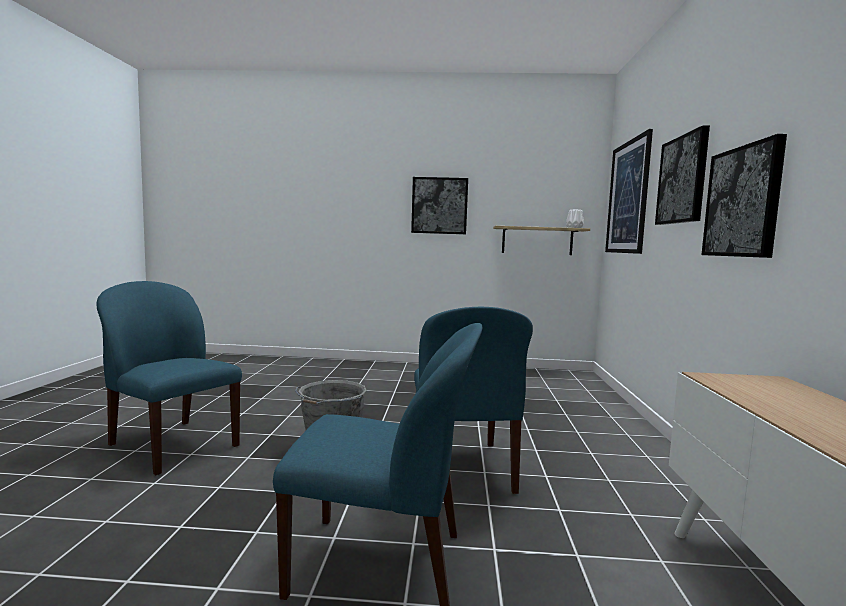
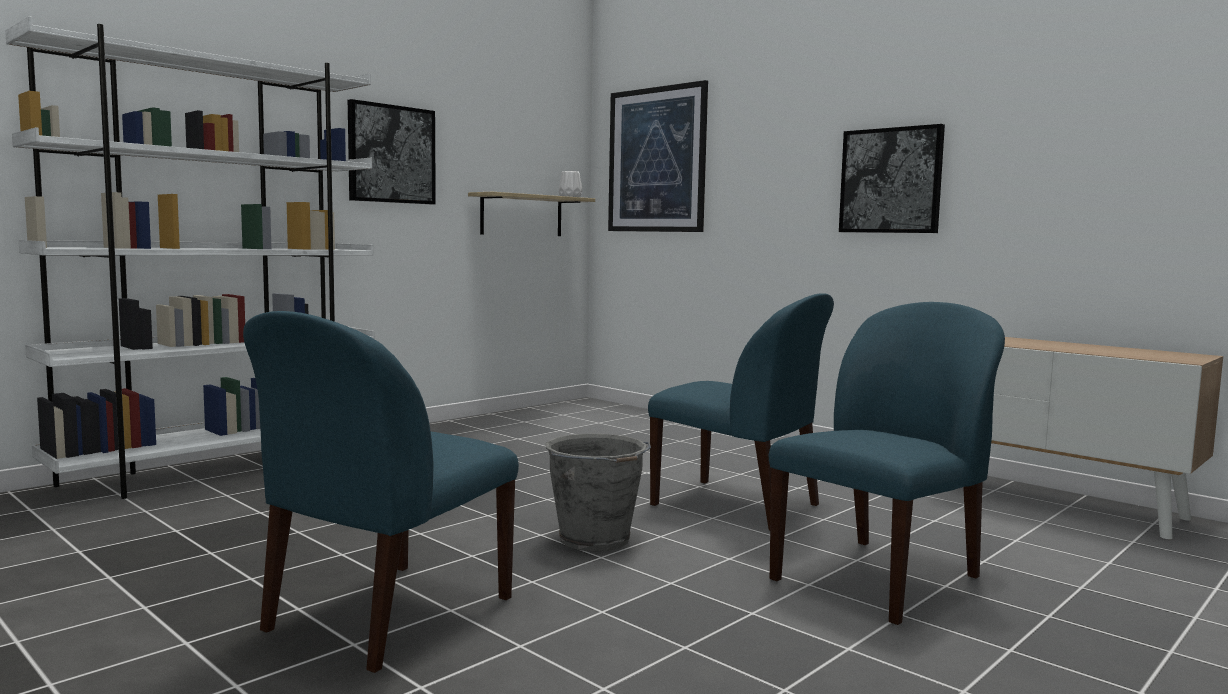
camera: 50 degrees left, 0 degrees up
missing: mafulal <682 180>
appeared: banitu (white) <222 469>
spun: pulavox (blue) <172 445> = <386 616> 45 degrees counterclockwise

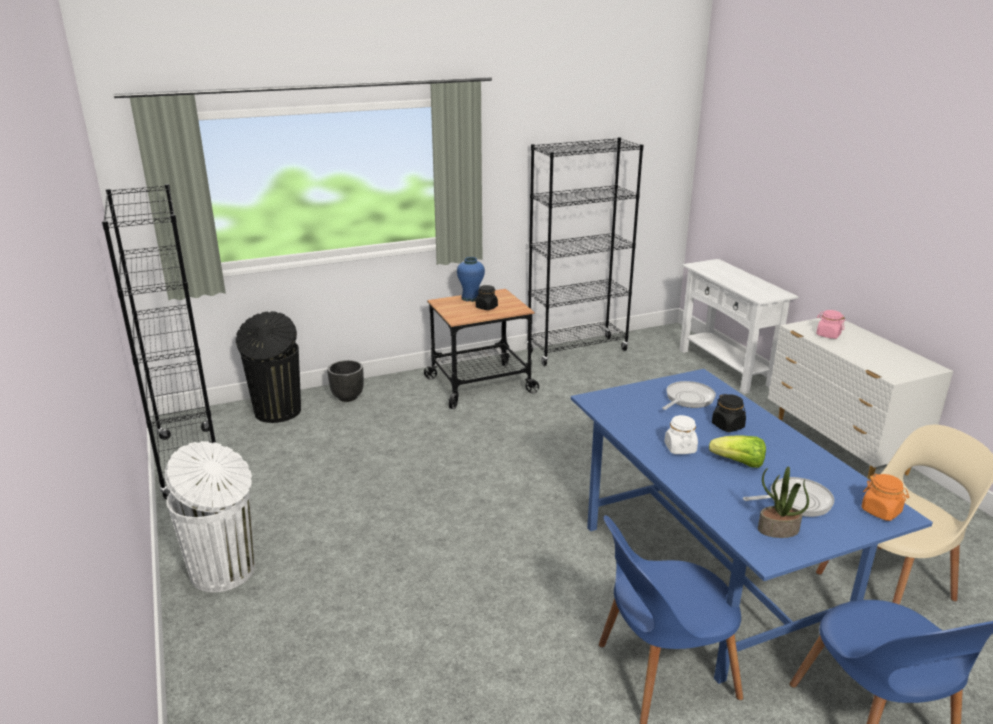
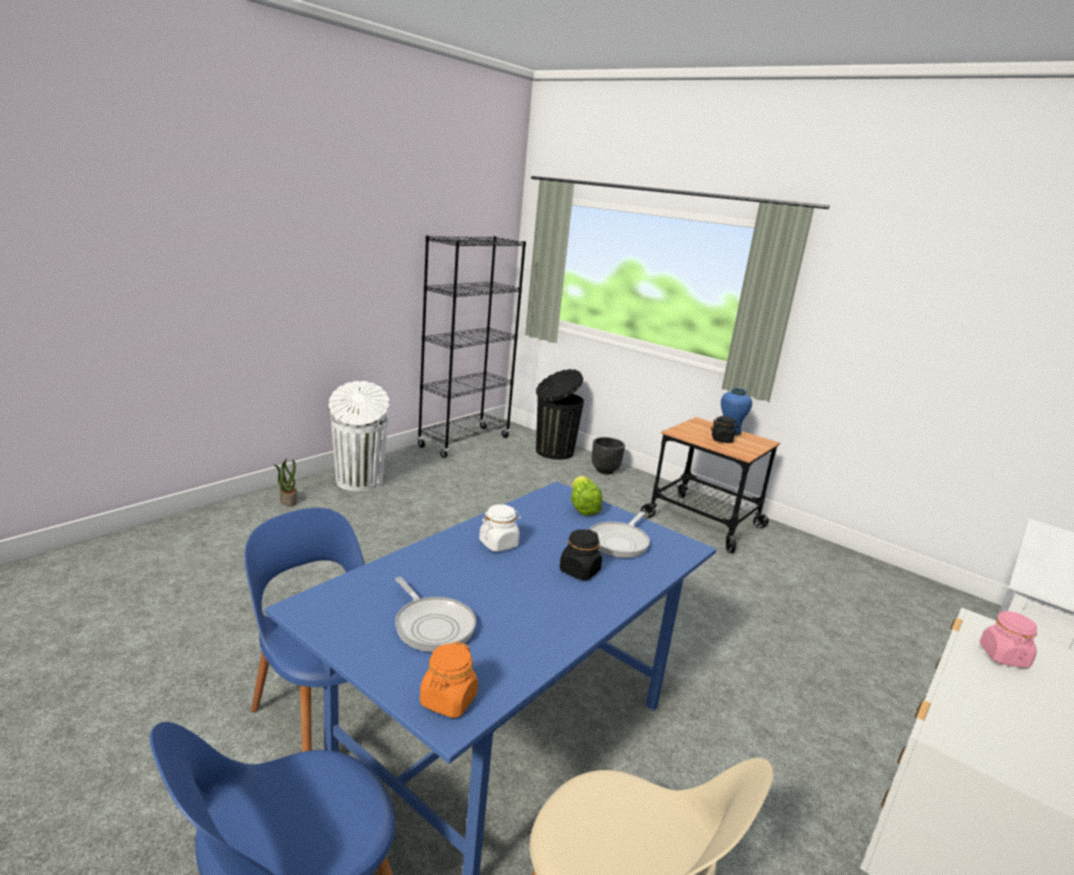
camera: 60 degrees right, 5 degrees down
missing: banitu (black) <577 351>
relocated: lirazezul <739 463> to <582 507>; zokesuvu <778 530> to <288 501>
spun: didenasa <687 399> = <620 542> 105 degrees clockwise

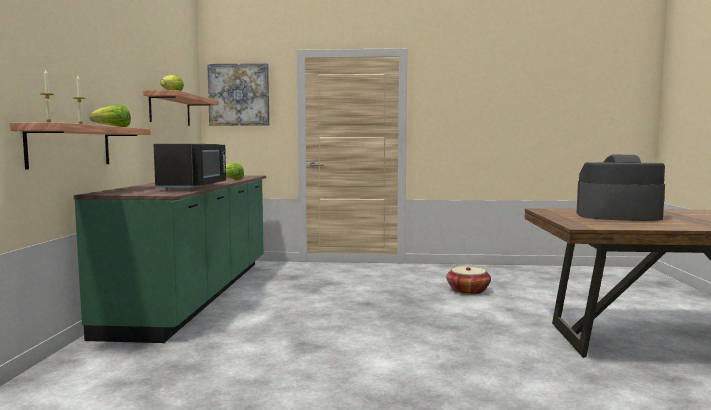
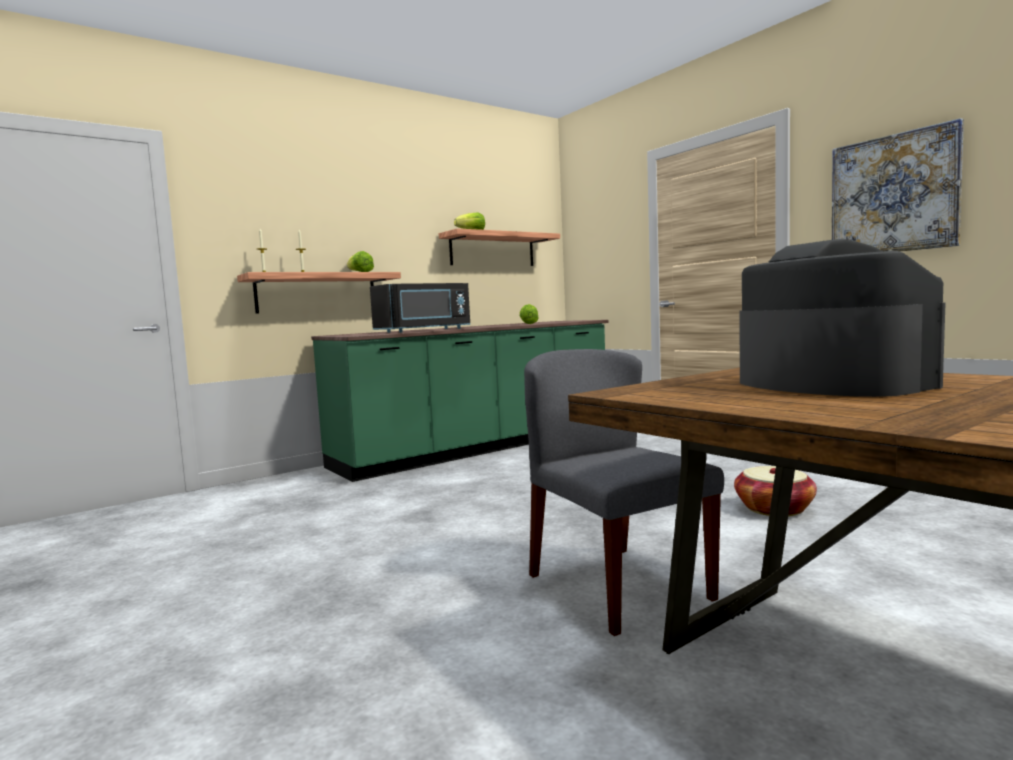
camera: 50 degrees right, 0 degrees up
appeared: pulavox (grey) <617 586>
relocated: mafulal <239 95> to <893 194>

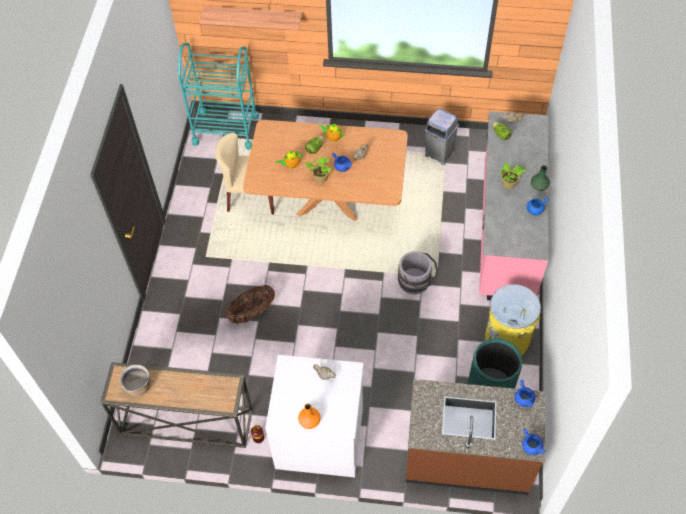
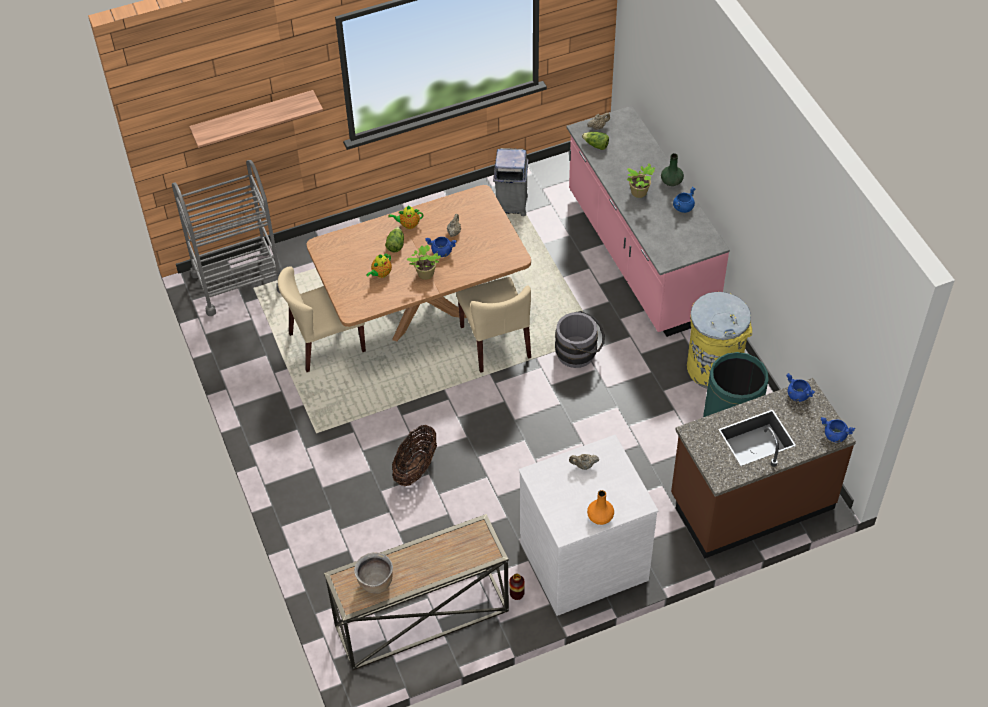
camera: 30 degrees left, 5 degrees down
appeared: pulavox (beige) <495 342>
colour: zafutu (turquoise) <225 130> to zafutu (grey) <238 282>

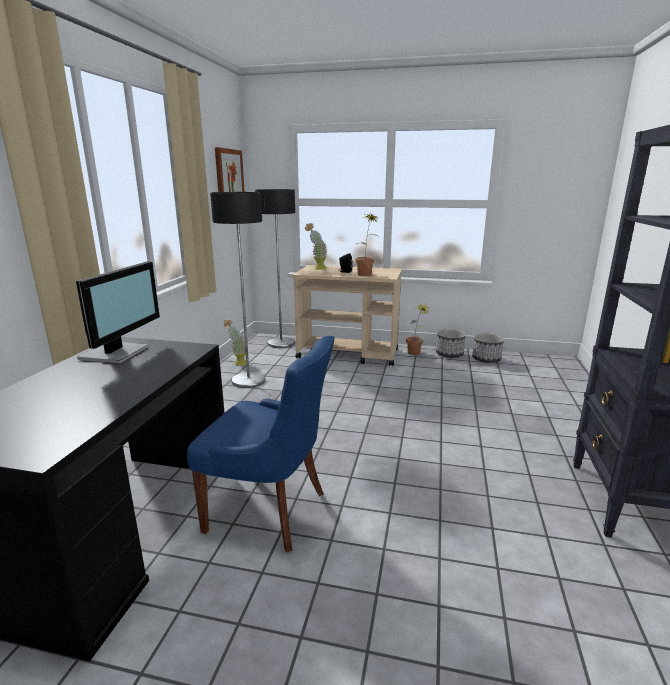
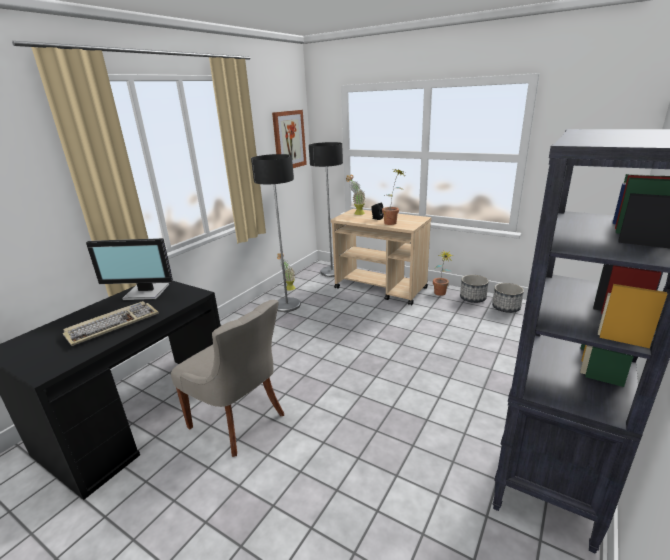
camera: 20 degrees right, 5 degrees up
appeared: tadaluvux <113 324>
colour: pulavox (blue) <270 511> to pulavox (grey) <239 421>
spun: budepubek <117 353> = <146 293> 60 degrees clockwise

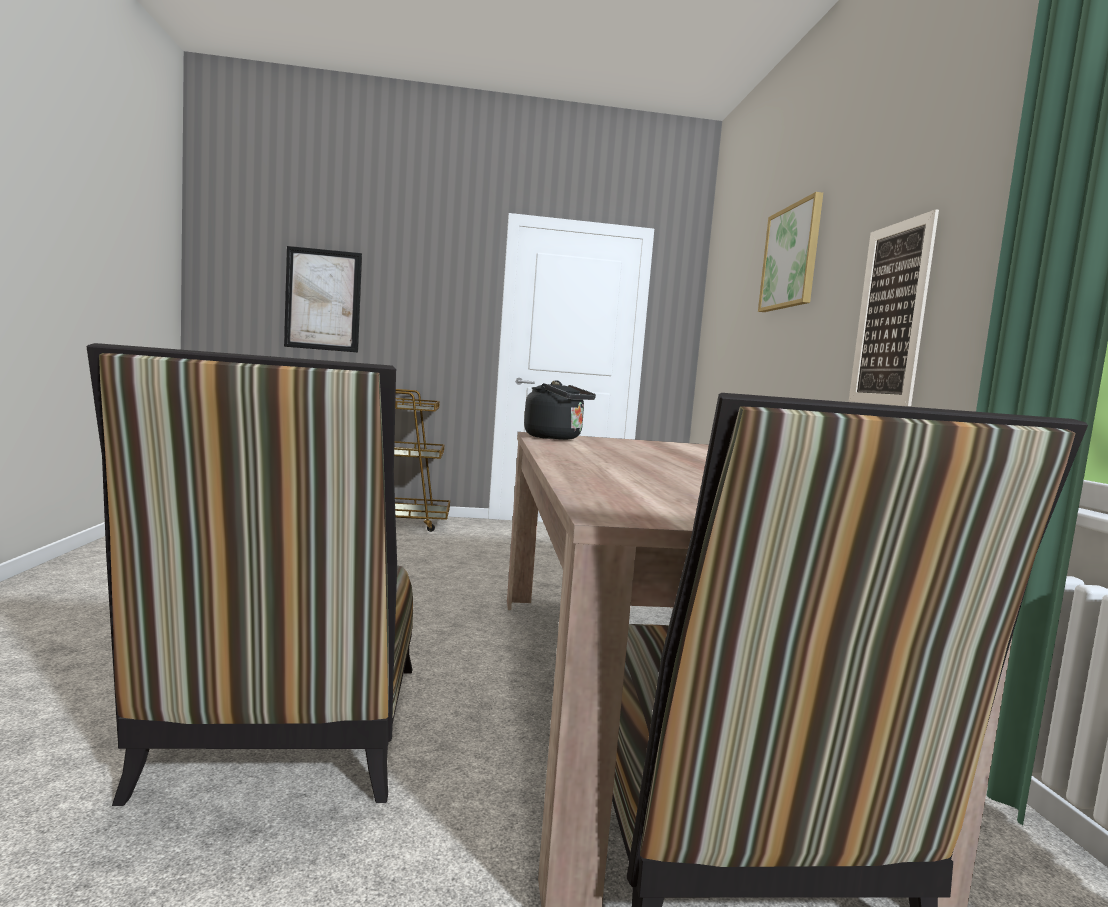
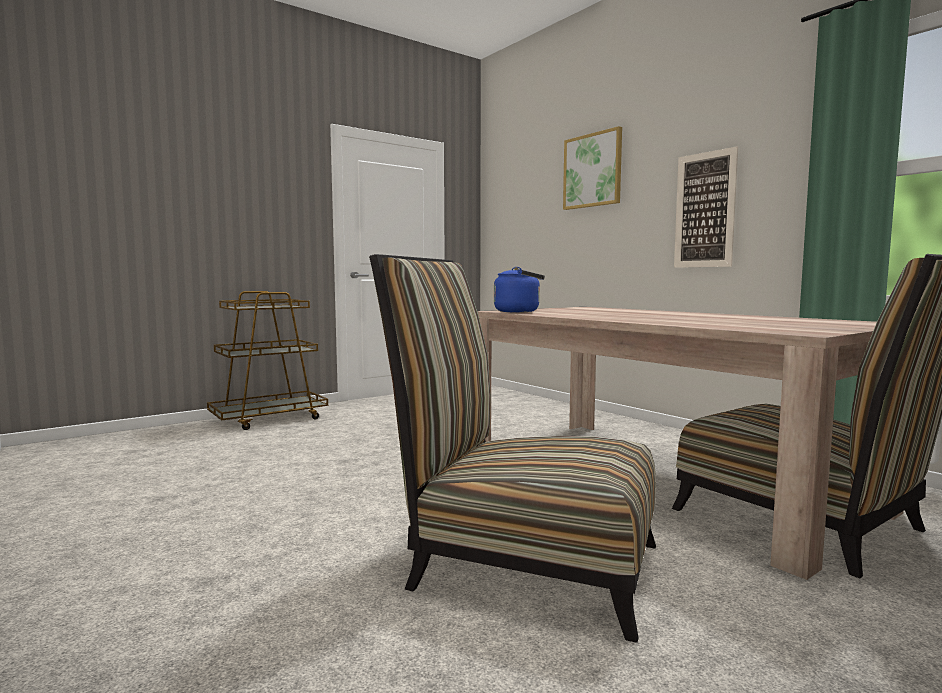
camera: 30 degrees left, 0 degrees up
missing: mafulal <323 300>
colour: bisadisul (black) <556 438> to bisadisul (blue) <519 311>
spun: pulavox <286 736> = <521 562> 150 degrees clockwise

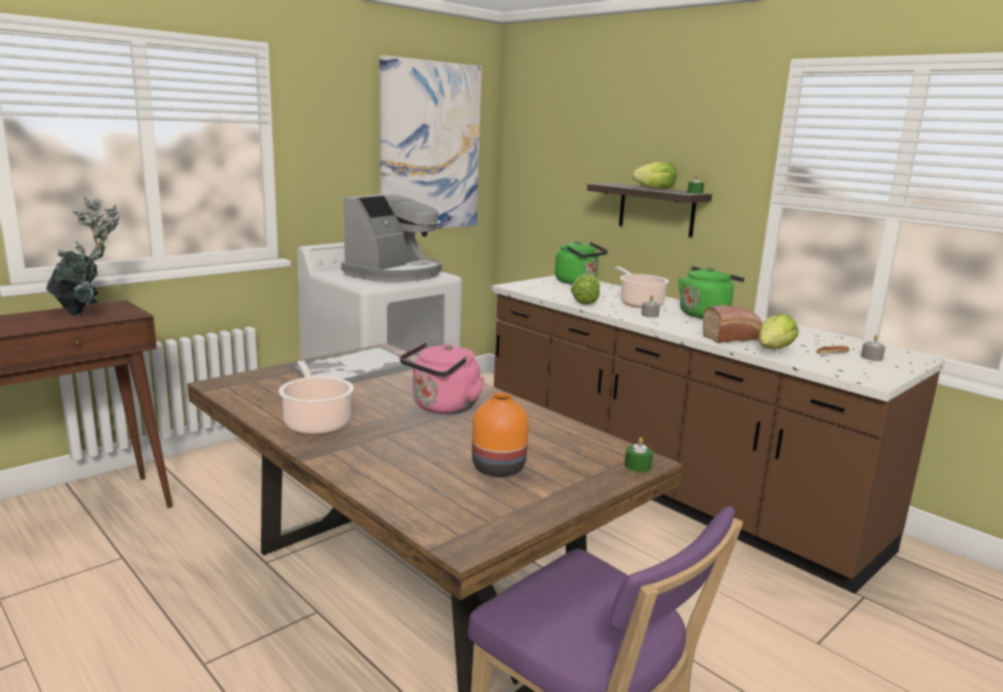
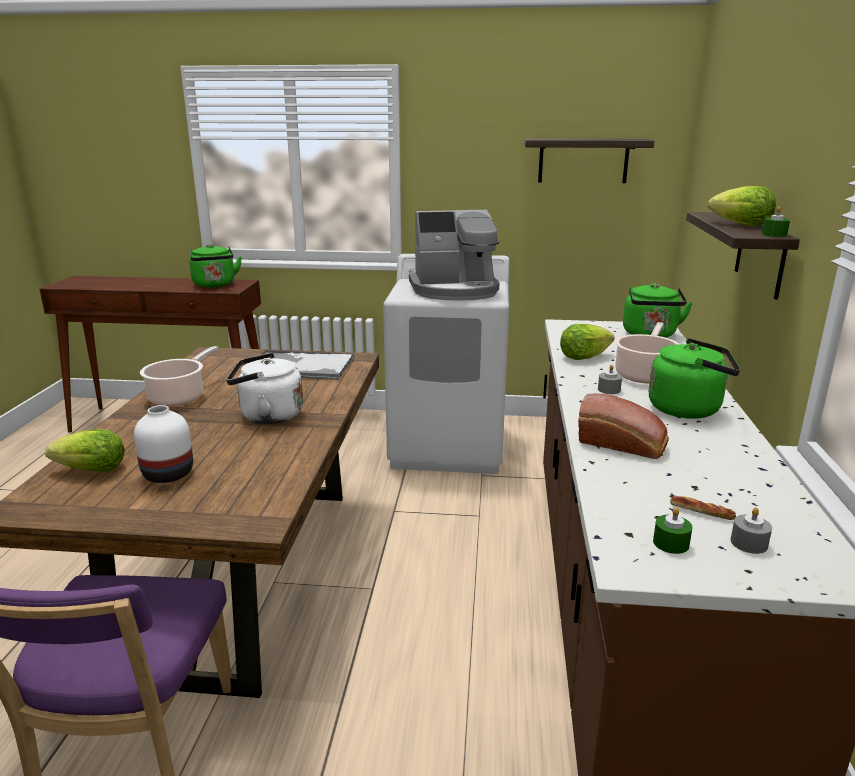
camera: 50 degrees right, 5 degrees up
relocated: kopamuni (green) <637 466> to <670 543>; lirazezul <774 350> to <92 470>
exchanged: zokesuvu <87 313> to bisadisul (green) <215 285>; mafulal <430 147> to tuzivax <583 160>
colour: bisadisul (pink) <442 407> to bisadisul (white) <267 416>; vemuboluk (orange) <497 468> to vemuboluk (white) <167 474>

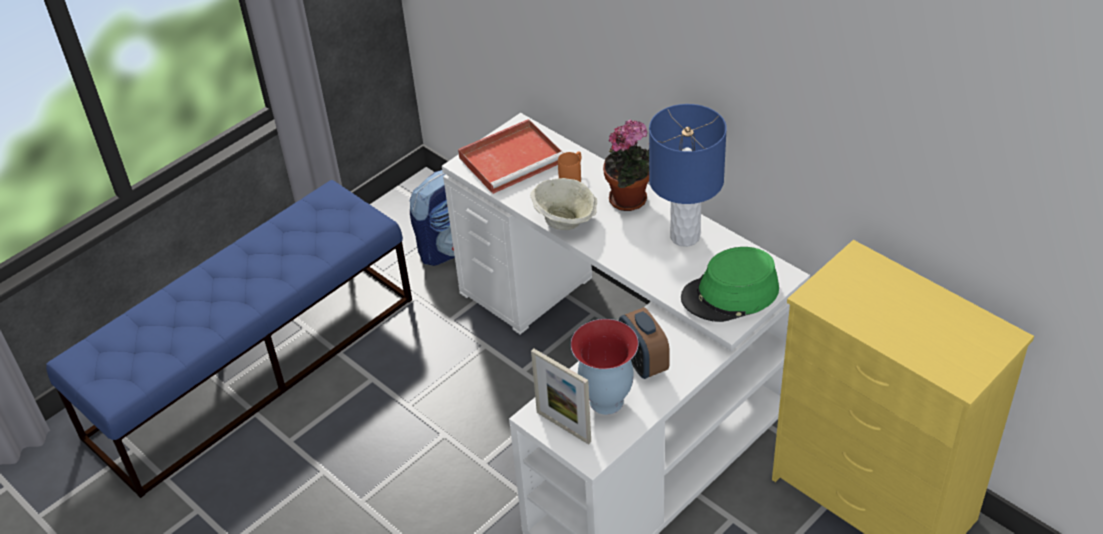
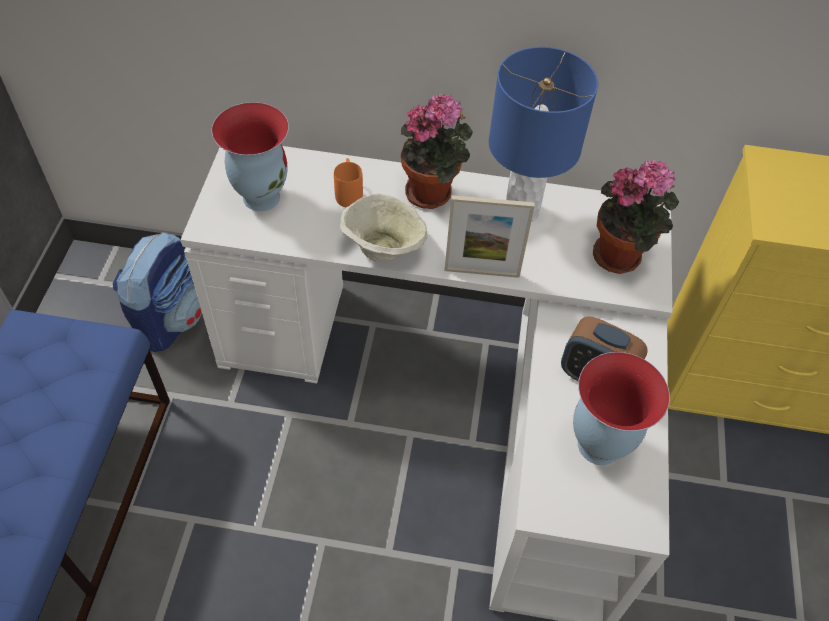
camera: 40 degrees left, 10 degrees up
relocated: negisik <563 427> to <481 272>
exchanged: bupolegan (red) <512 158> to vemuboluk <261 196>; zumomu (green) <730 294> to zokesuvu <621 256>

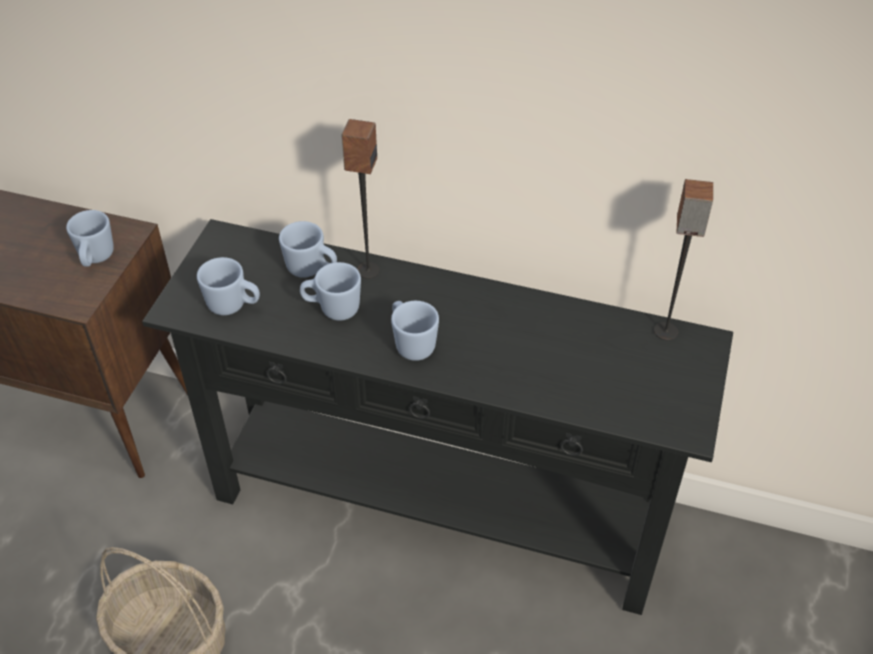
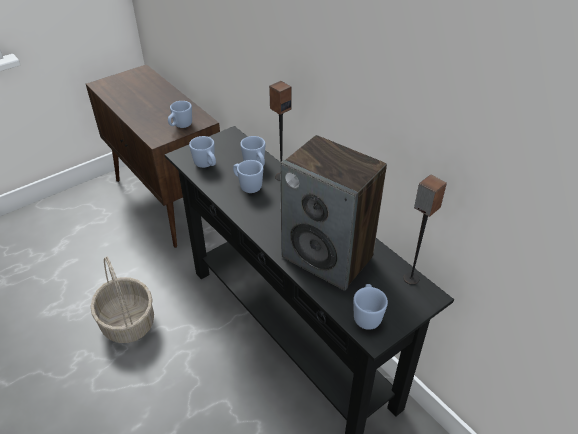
camera: 35 degrees right, 5 degrees down
appeared: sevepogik <328 257>
relocated: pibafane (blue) <411 343> to <367 315>

